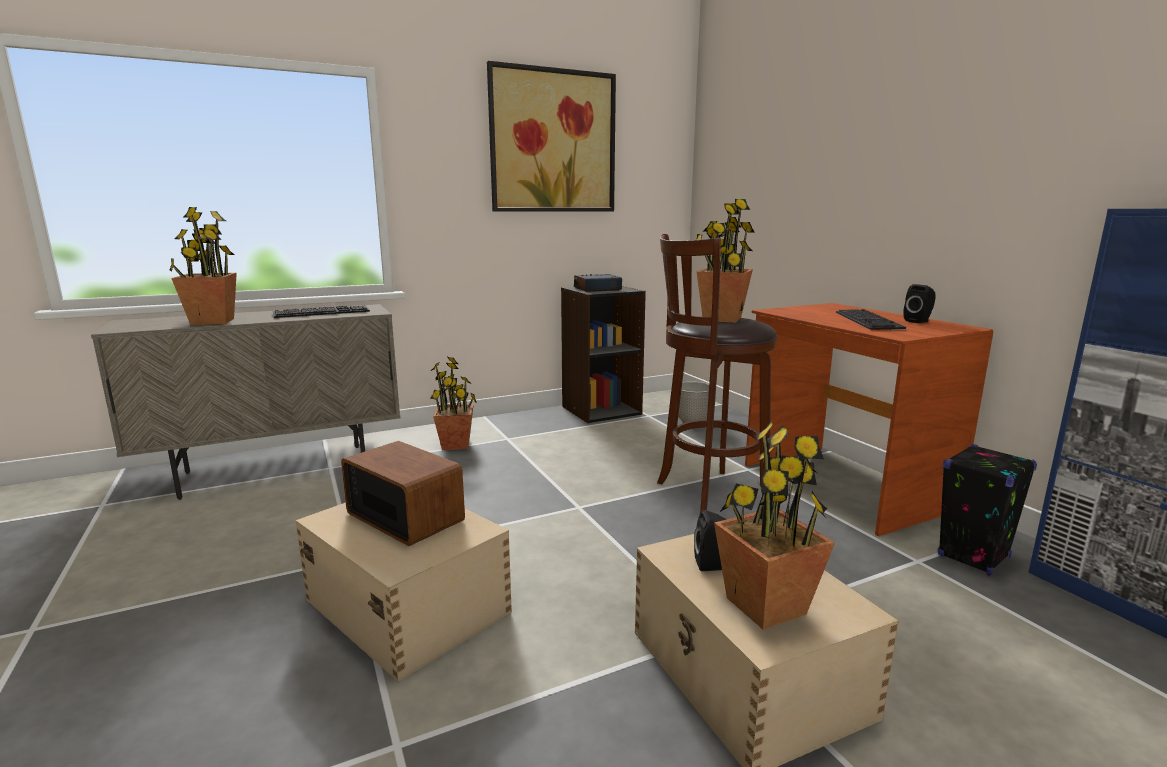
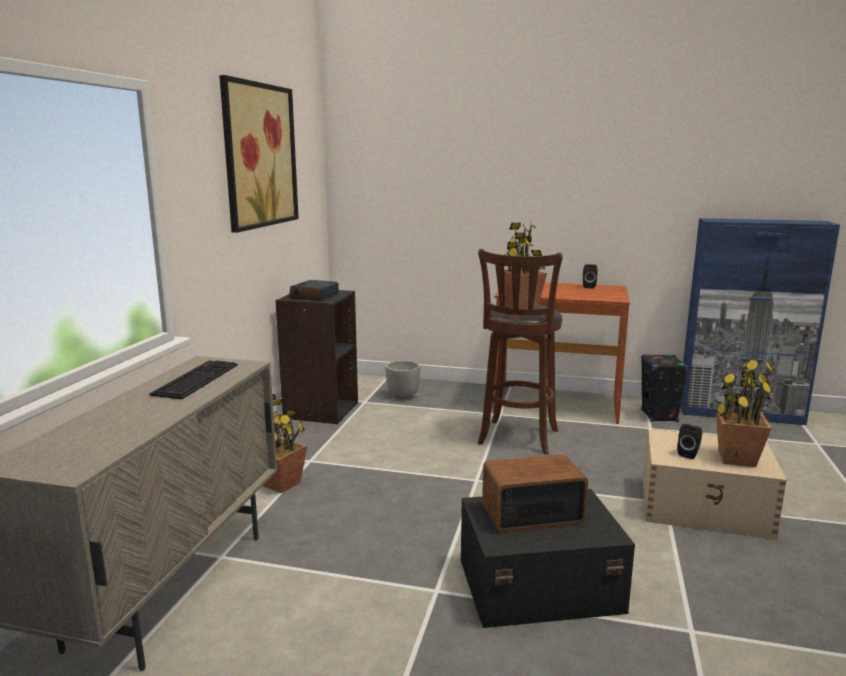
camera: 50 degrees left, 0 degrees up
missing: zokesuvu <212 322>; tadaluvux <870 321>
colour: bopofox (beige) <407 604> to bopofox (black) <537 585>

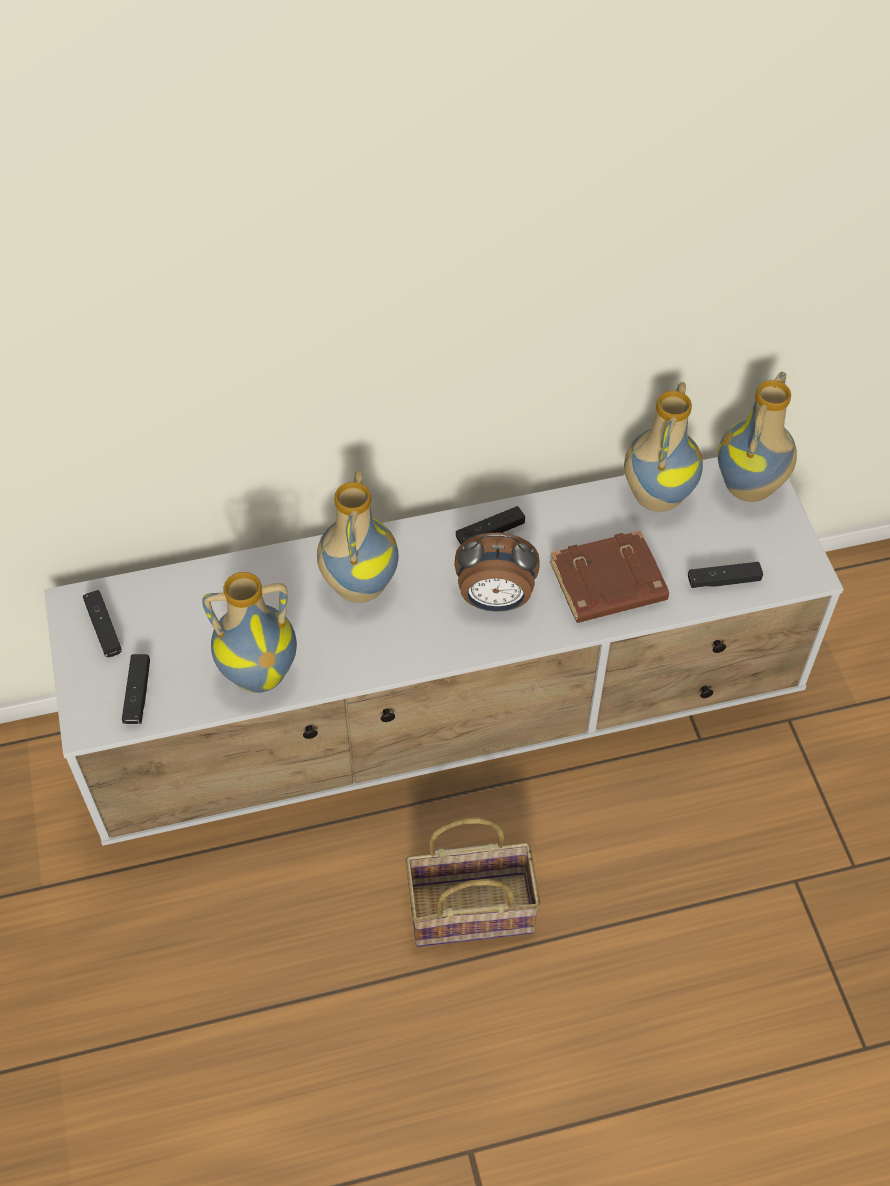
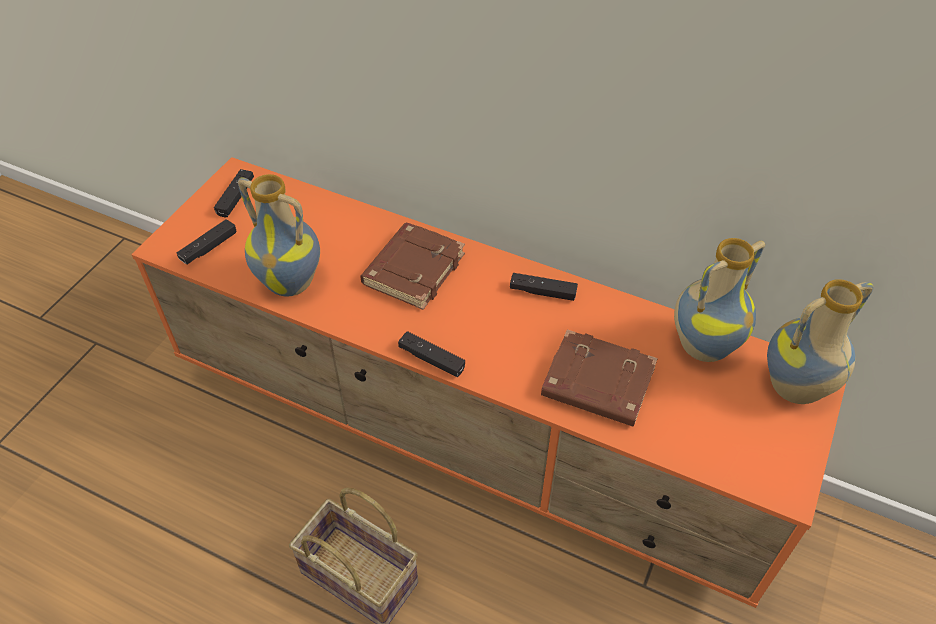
camera: 40 degrees right, 5 degrees down
missing: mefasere <495 600>
relocated: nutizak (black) <723 581> to <431 359>
exchanged: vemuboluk <357 585> to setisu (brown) <413 269>
colour: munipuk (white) <448 719> to munipuk (orange) <471 436>

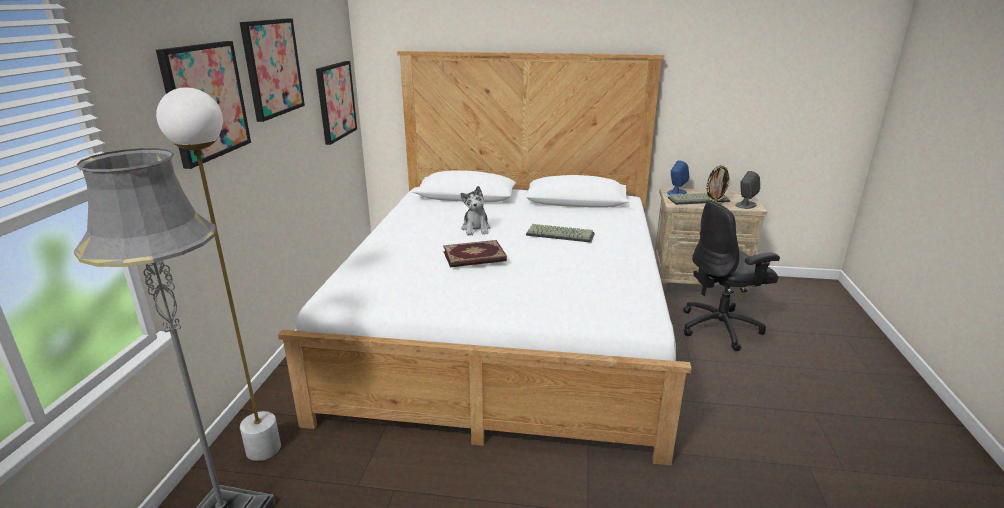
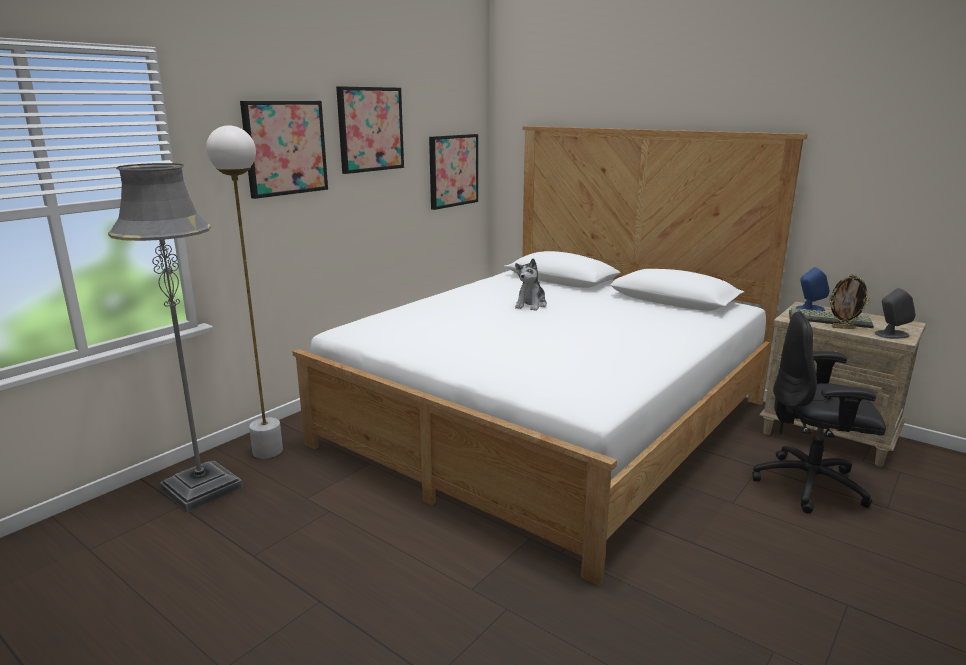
camera: 30 degrees right, 5 degrees down
missing: setisu <474 257>; tadaluvux <561 234>

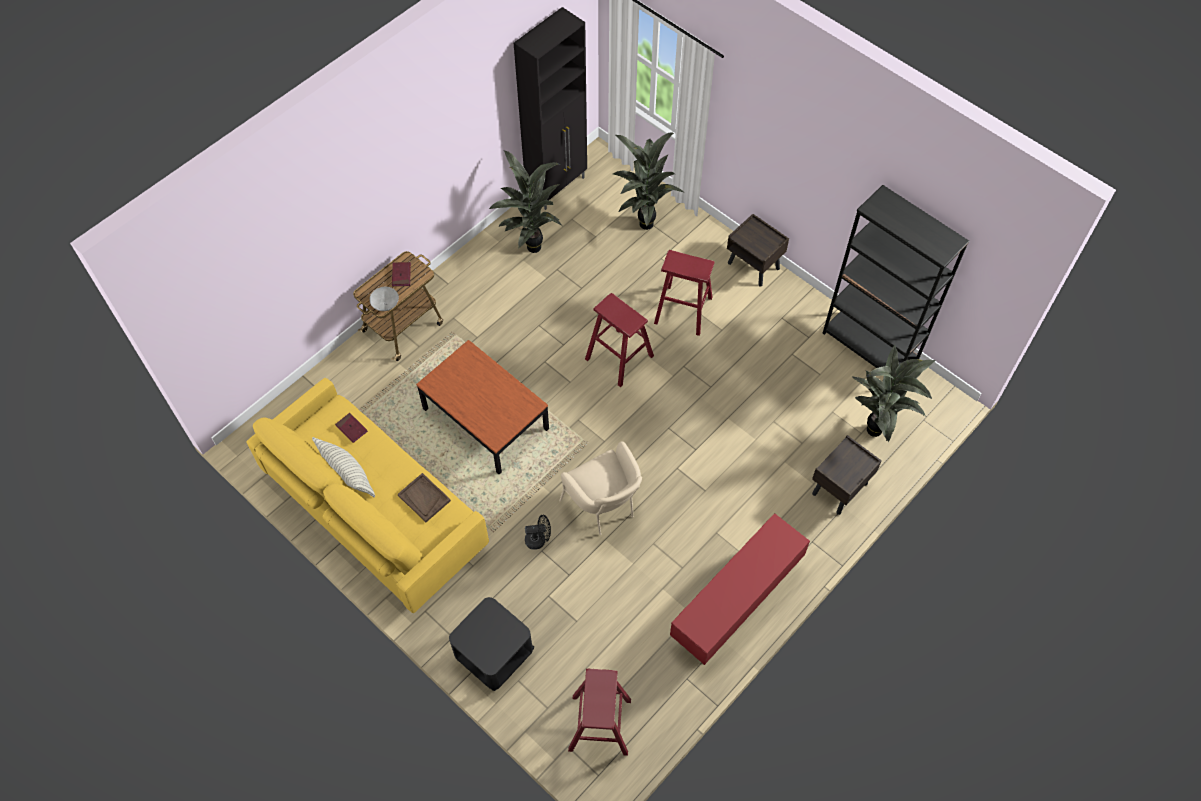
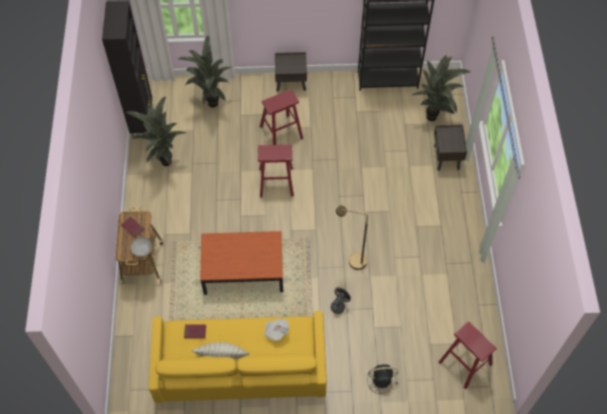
camera: 45 degrees left, 0 degrees up
missing: munipuk (red) <735 604>
exchanged: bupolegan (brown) <424 498> to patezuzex <276 331>; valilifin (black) <493 654> to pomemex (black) <380 379>; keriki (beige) <604 507> to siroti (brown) <352 261>

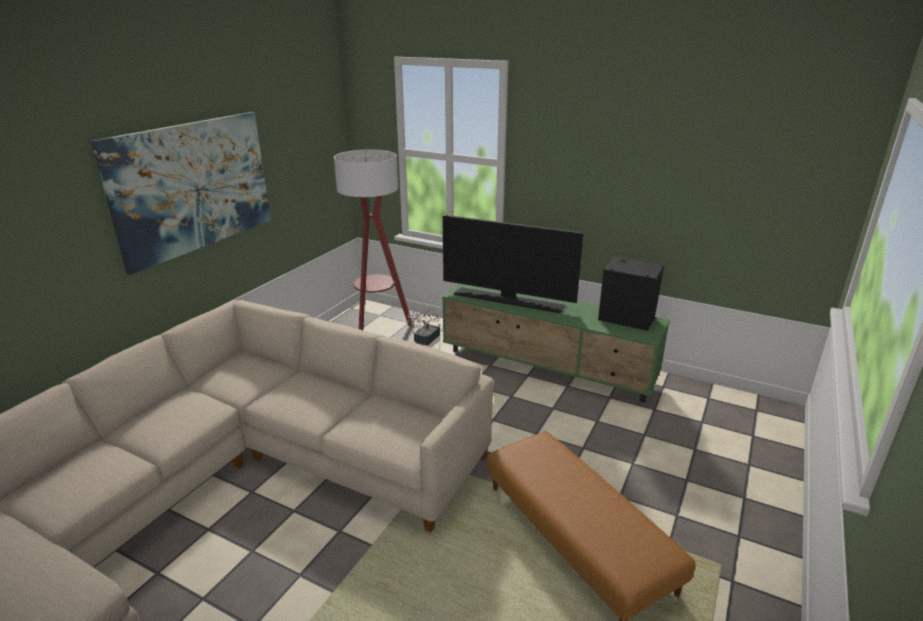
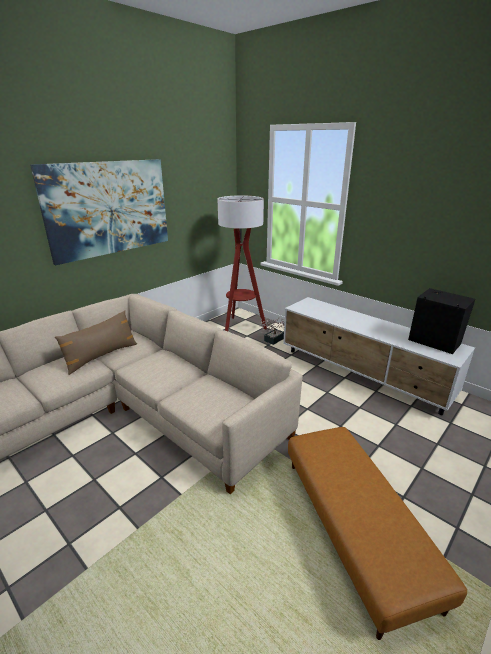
camera: 15 degrees right, 0 degrees up
missing: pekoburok <509 300>
appeared: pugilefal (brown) <101 356>
colour: munipuk (green) <547 369> to munipuk (white) <362 375>

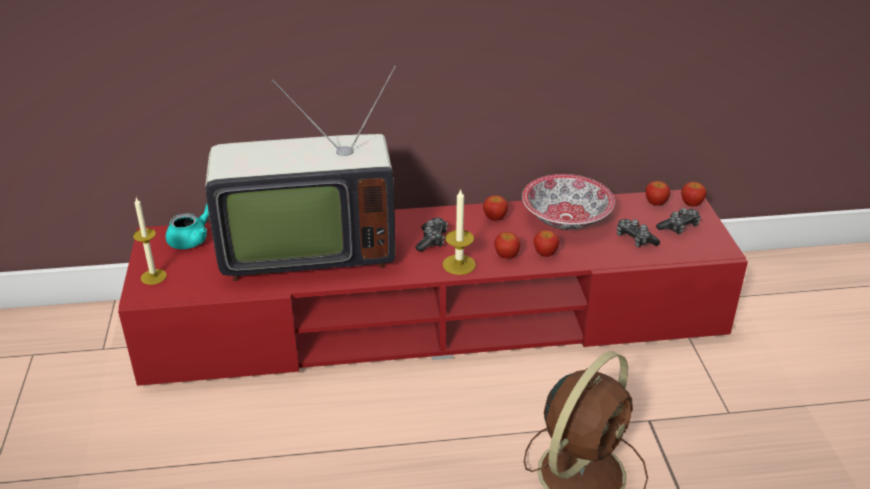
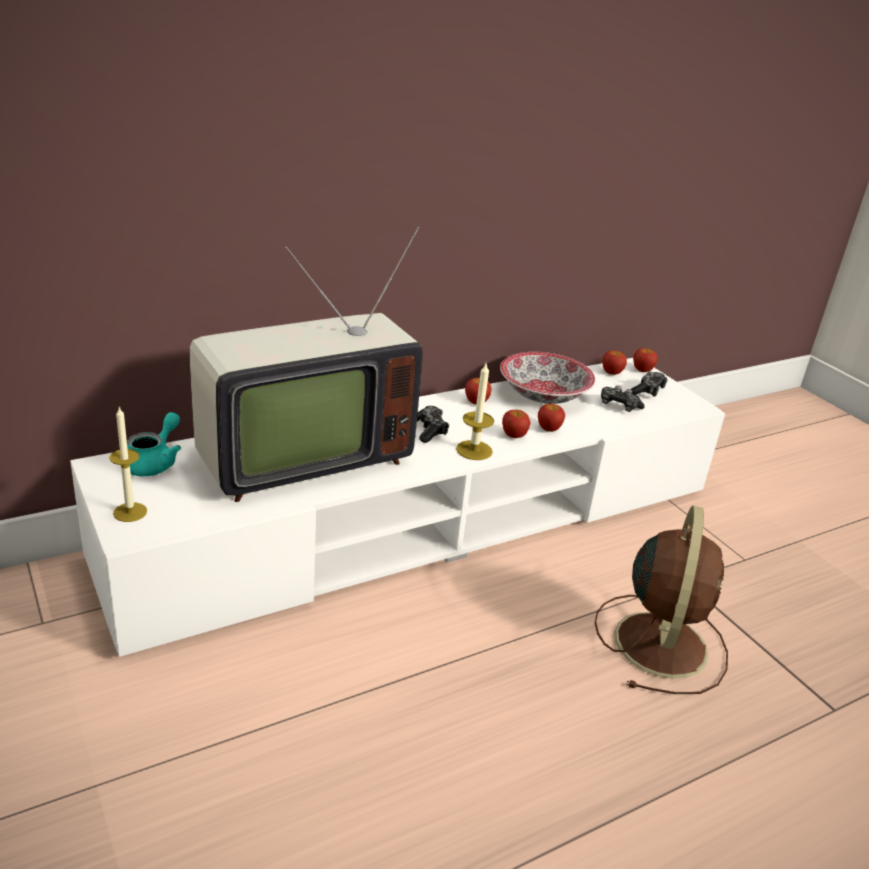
camera: 25 degrees left, 5 degrees down
colour: munipuk (red) <436 320> to munipuk (white) <426 522>

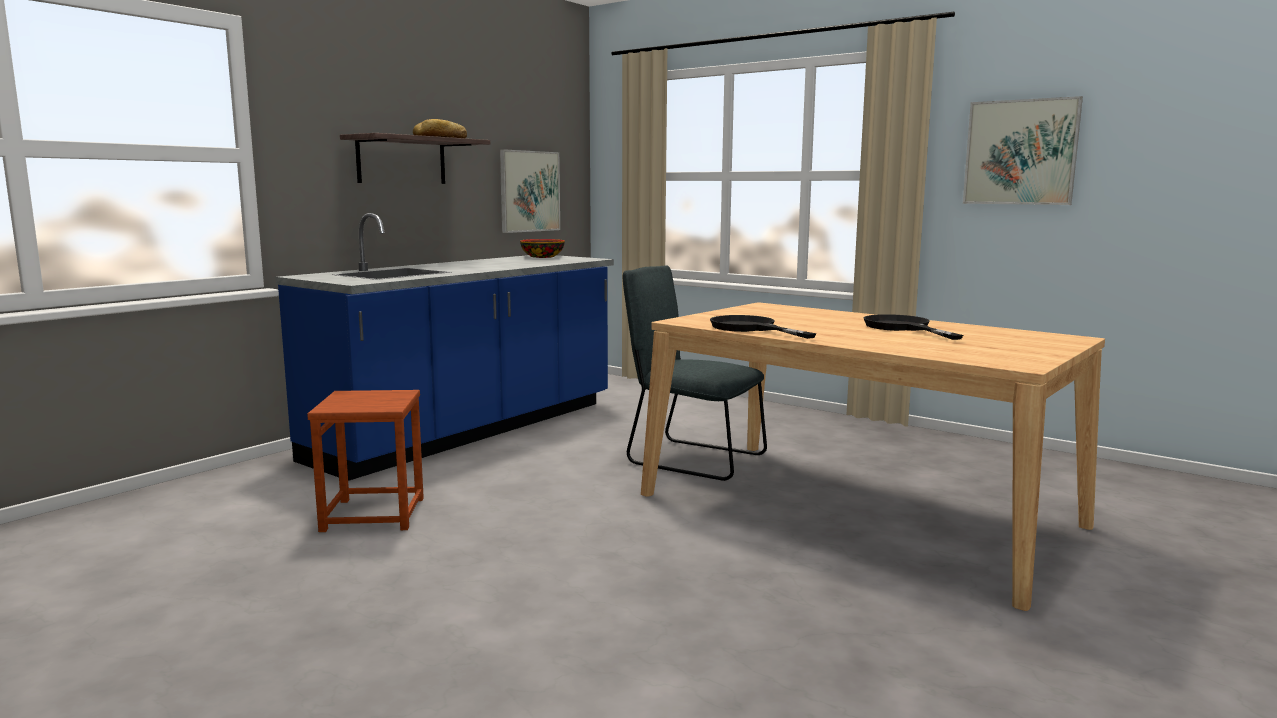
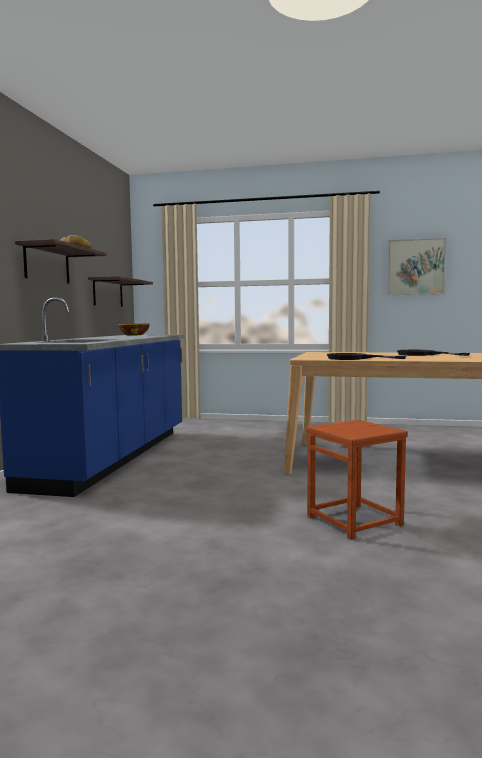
camera: 25 degrees left, 5 degrees down
missing: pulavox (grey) <690 458>
relocated: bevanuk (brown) <374 514> to <355 521>
exchanged: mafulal <529 191> to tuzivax <108 293>

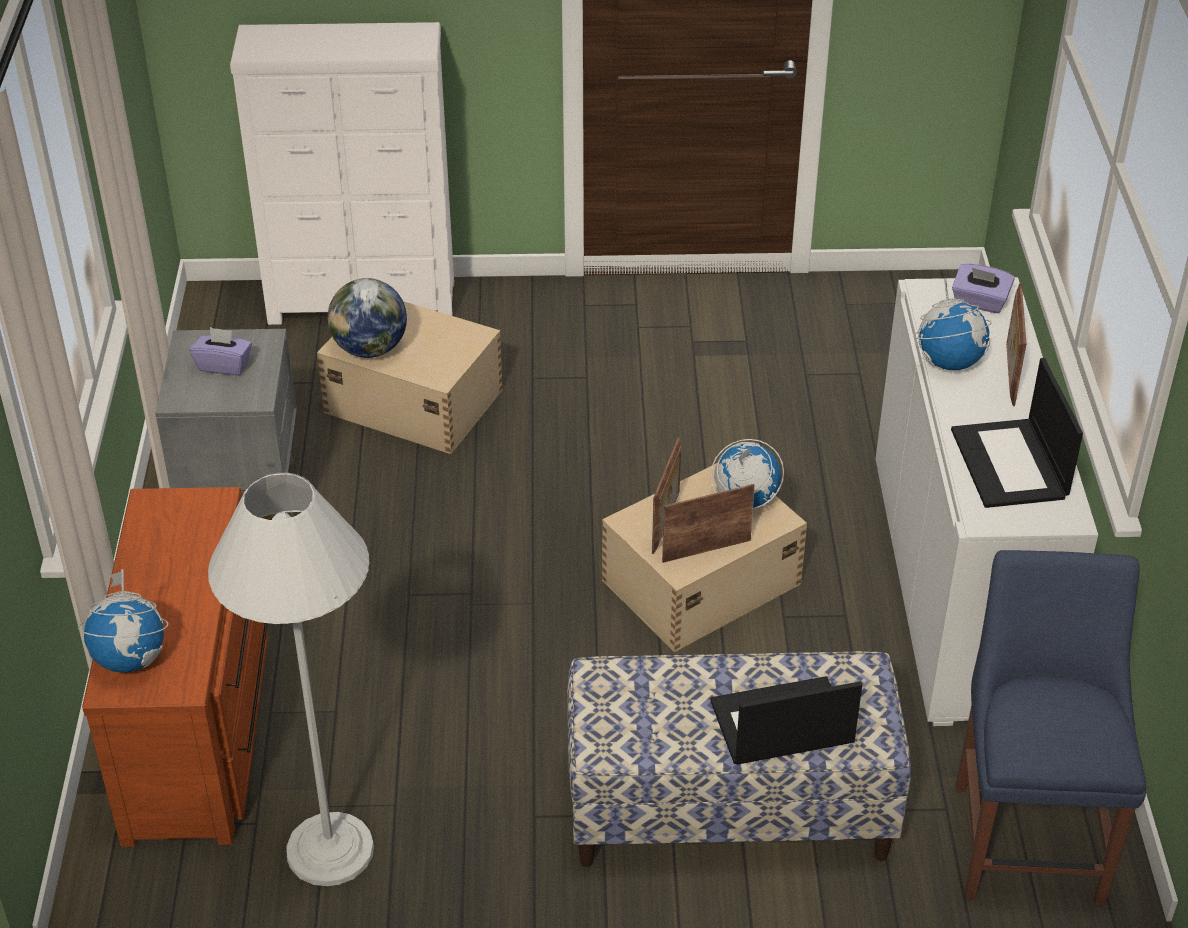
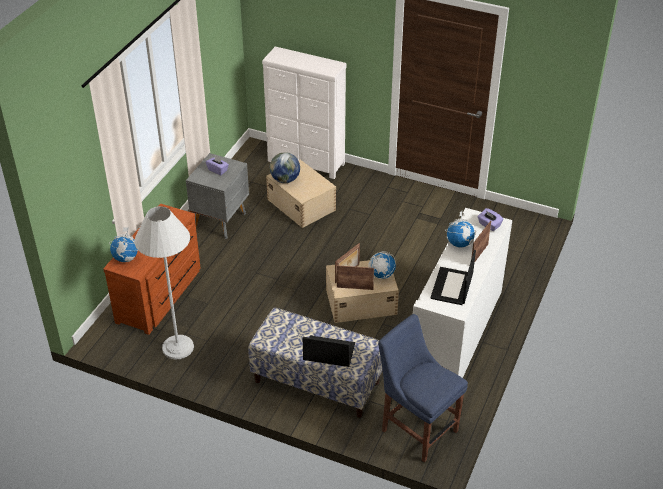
camera: 25 degrees right, 0 degrees up
spun: pulavox (blue) <1027 835> = <417 428> 75 degrees counterclockwise

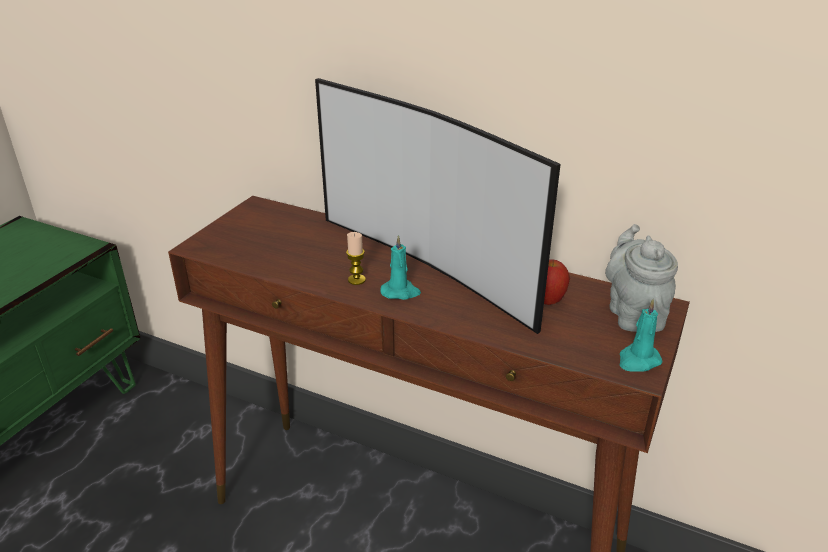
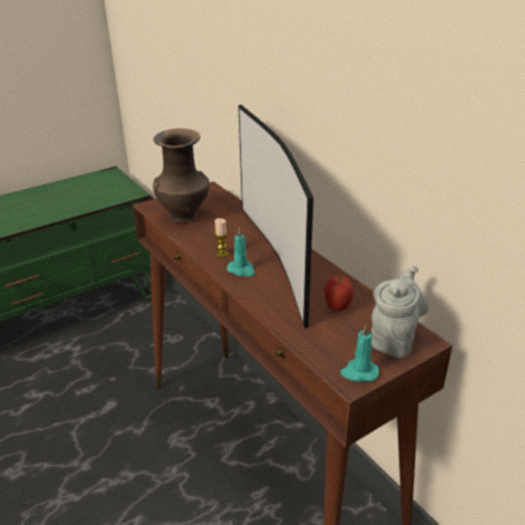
camera: 30 degrees right, 0 degrees up
appeared: vemuboluk (brown) <185 216>

